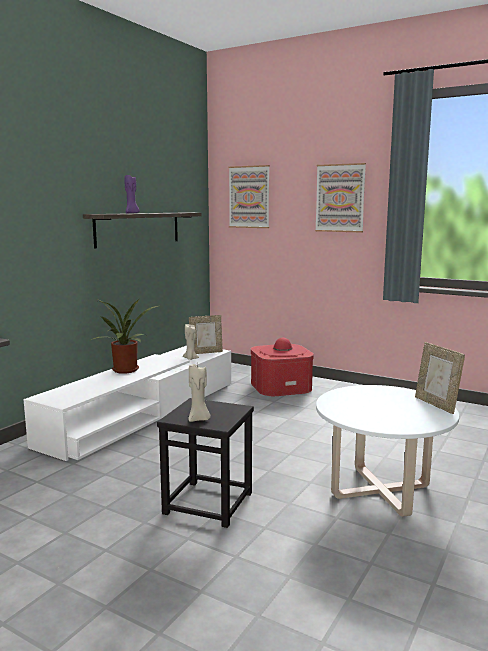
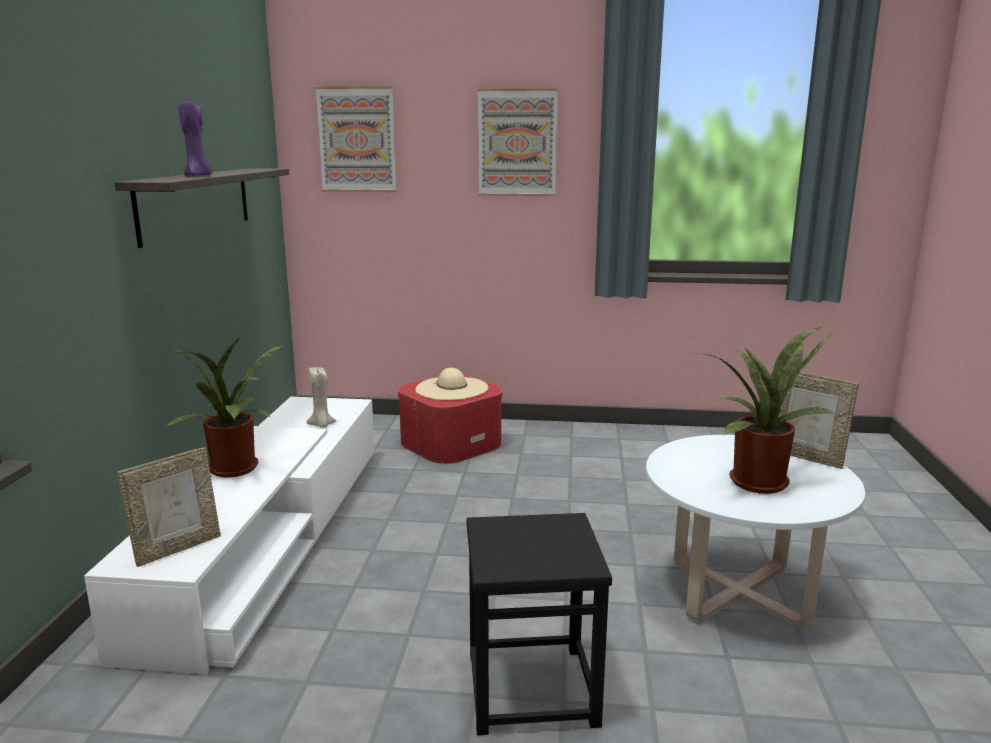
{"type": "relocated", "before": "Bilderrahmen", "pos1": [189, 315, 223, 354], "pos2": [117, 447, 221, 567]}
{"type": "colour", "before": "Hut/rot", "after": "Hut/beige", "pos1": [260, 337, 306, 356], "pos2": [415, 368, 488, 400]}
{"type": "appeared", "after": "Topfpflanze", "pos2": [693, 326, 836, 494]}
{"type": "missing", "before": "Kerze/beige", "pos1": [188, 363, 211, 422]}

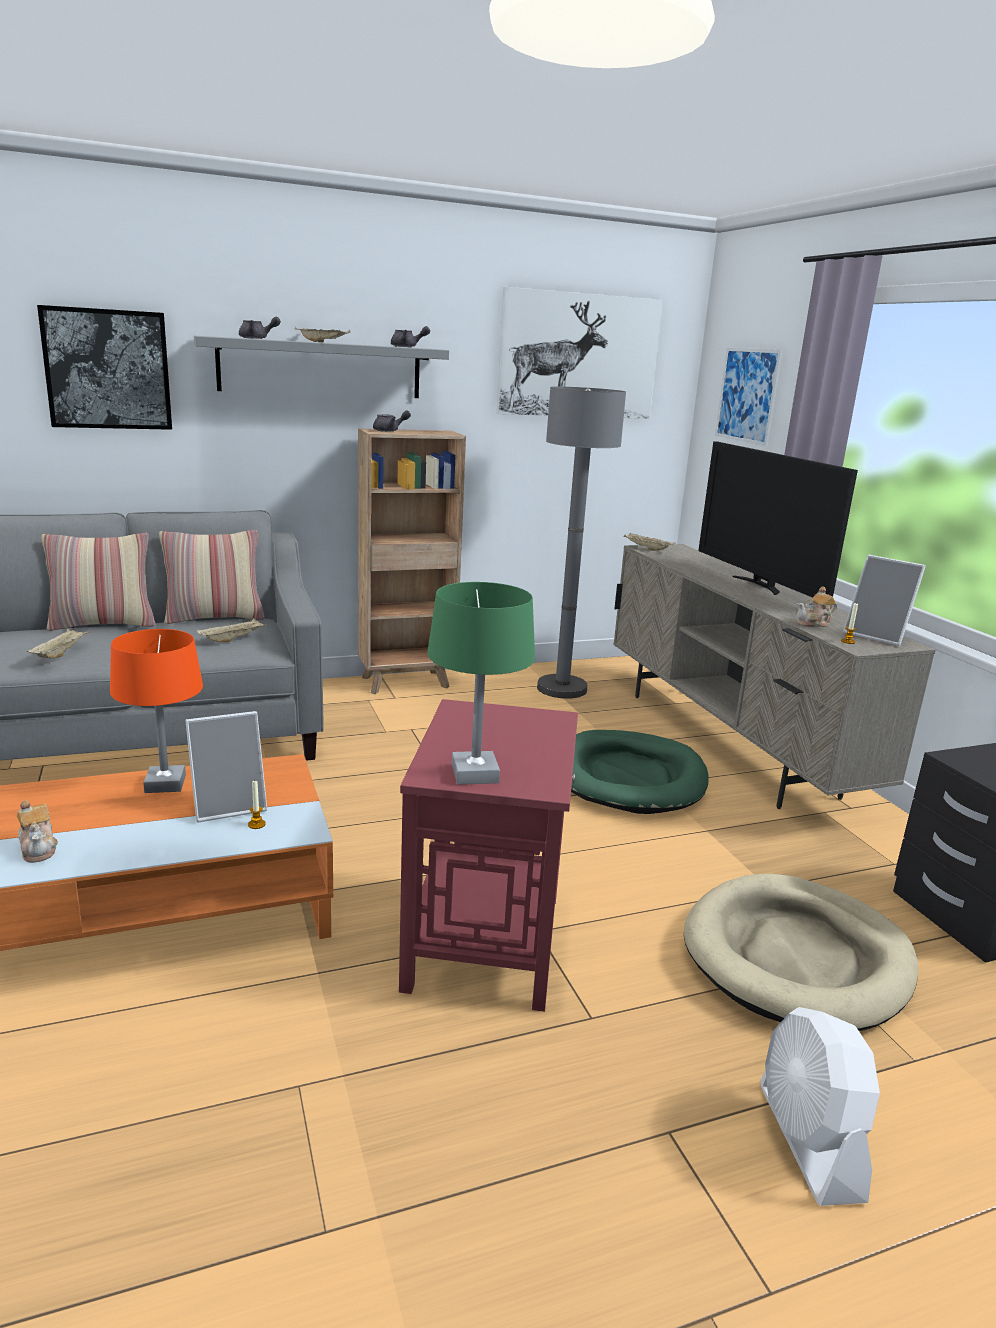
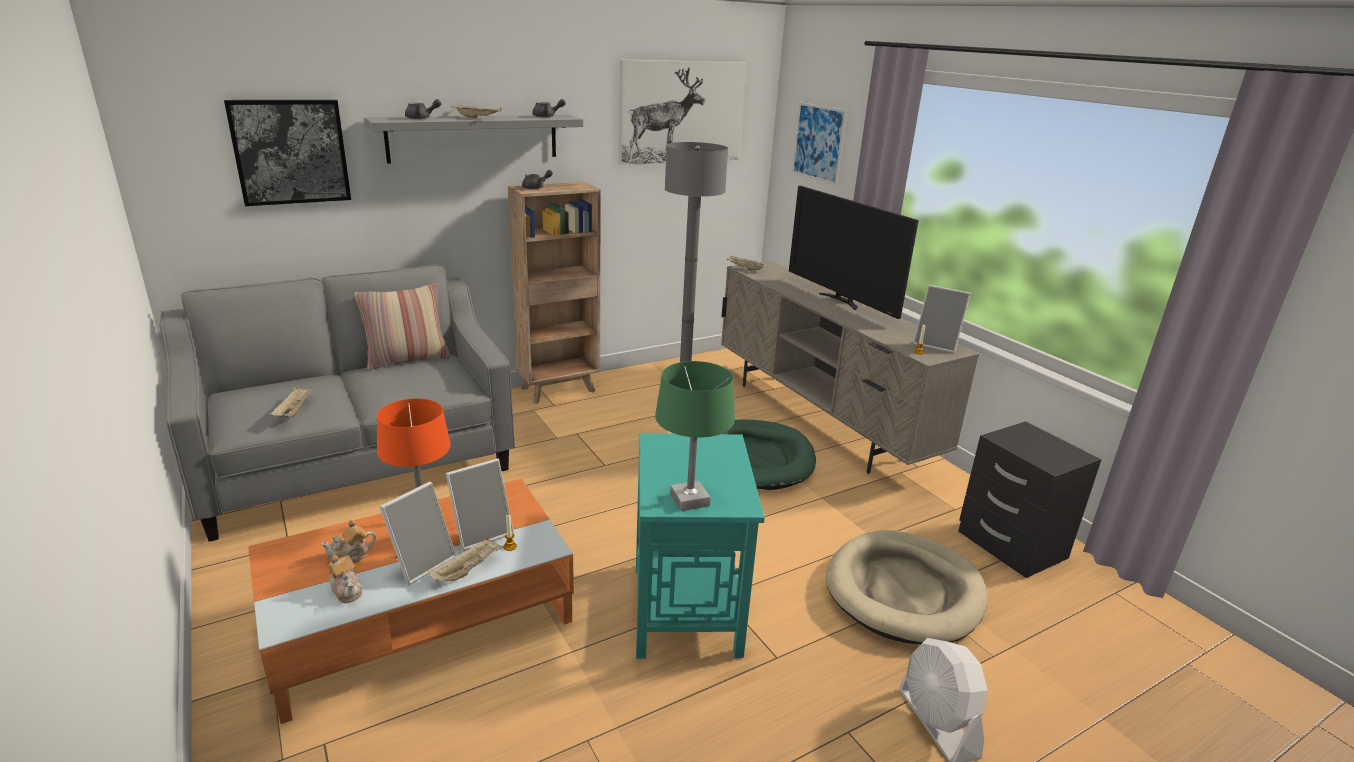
{"type": "relocated", "before": "Teekanne", "pos1": [797, 586, 838, 627], "pos2": [321, 520, 376, 563]}
{"type": "appeared", "after": "Bilderrahmen", "pos2": [380, 482, 456, 585]}
{"type": "relocated", "before": "Tablett/beige", "pos1": [196, 618, 267, 642], "pos2": [428, 537, 504, 583]}
{"type": "colour", "before": "Beistelltisch/rot", "after": "Beistelltisch/türkis", "pos1": [399, 699, 578, 1012], "pos2": [636, 433, 765, 658]}
{"type": "missing", "before": "Kissen", "pos1": [41, 533, 155, 631]}

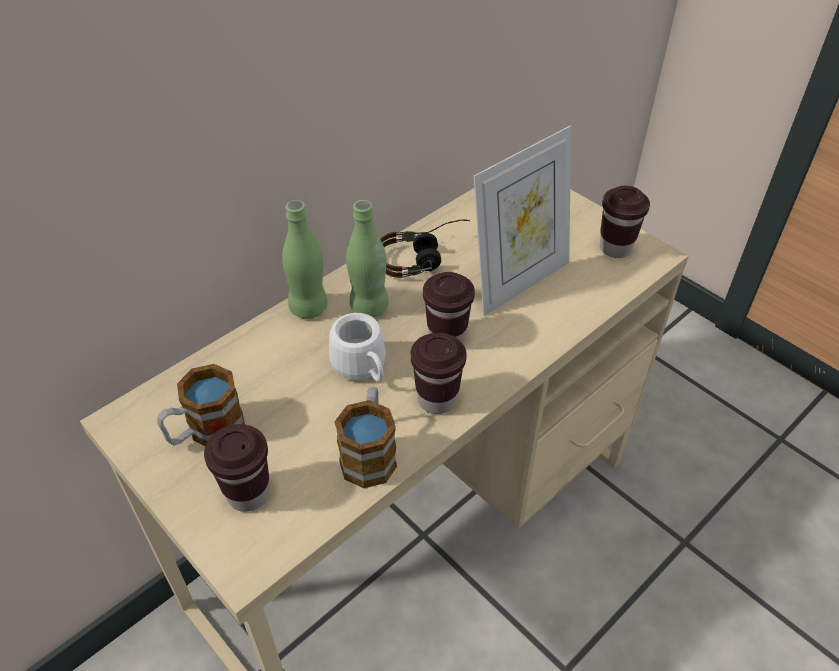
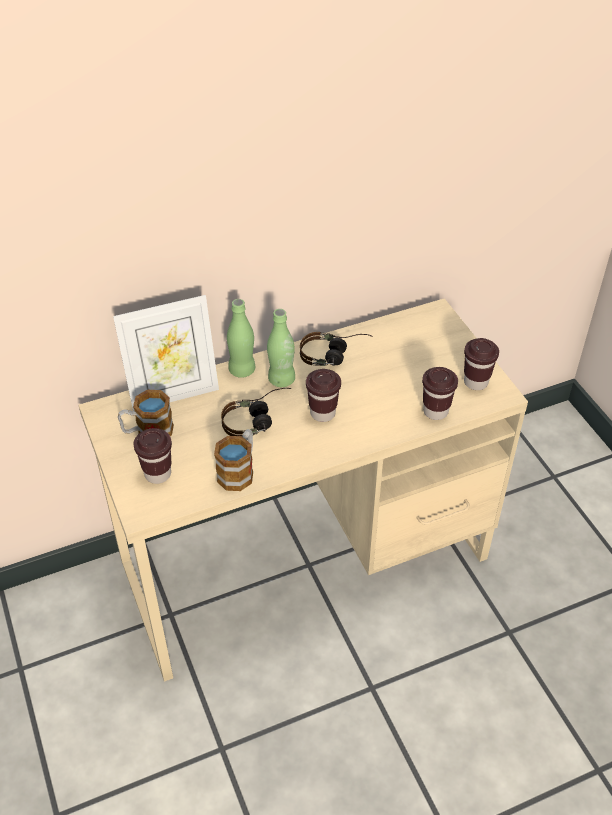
{"type": "relocated", "before": "Bilderrahmen", "pos1": [473, 126, 571, 316], "pos2": [113, 295, 219, 411]}
{"type": "exchanged", "before": "Henkelbecher/weiß", "after": "Kopfhörer", "pos1": [329, 313, 386, 382], "pos2": [221, 388, 292, 436]}
{"type": "relocated", "before": "Tasse/braun", "pos1": [410, 333, 467, 414], "pos2": [422, 367, 458, 420]}

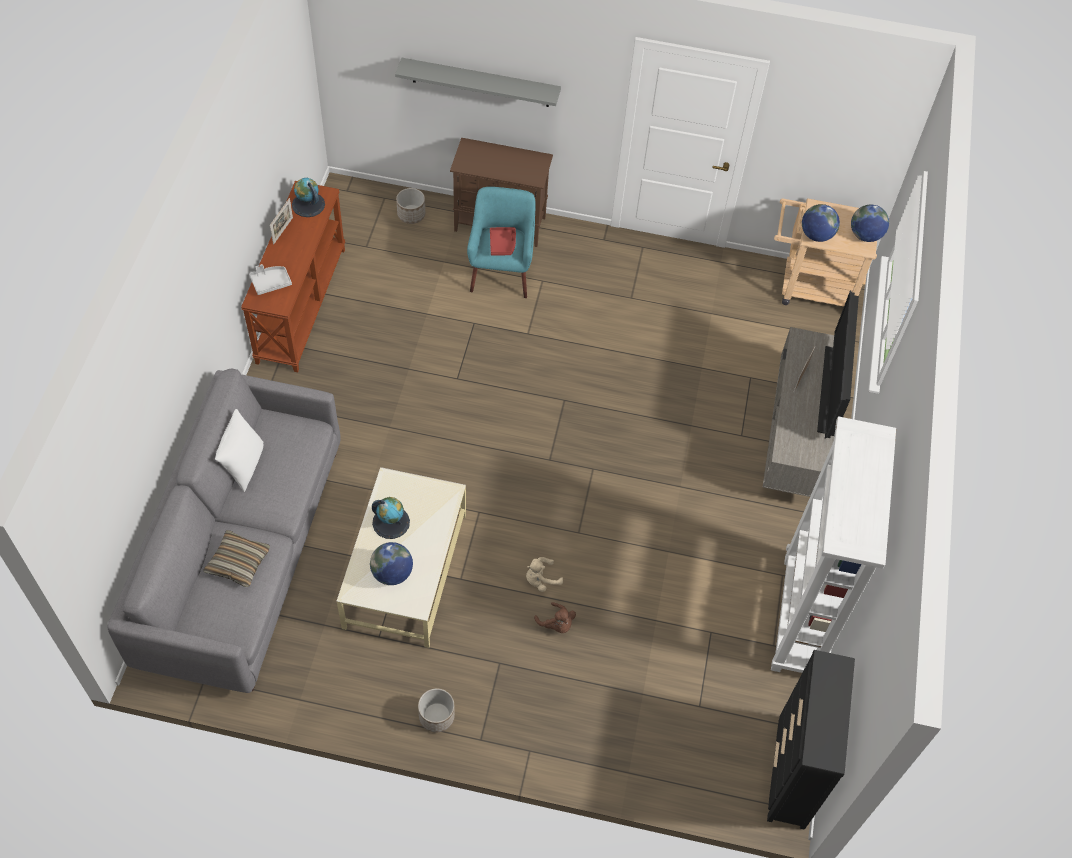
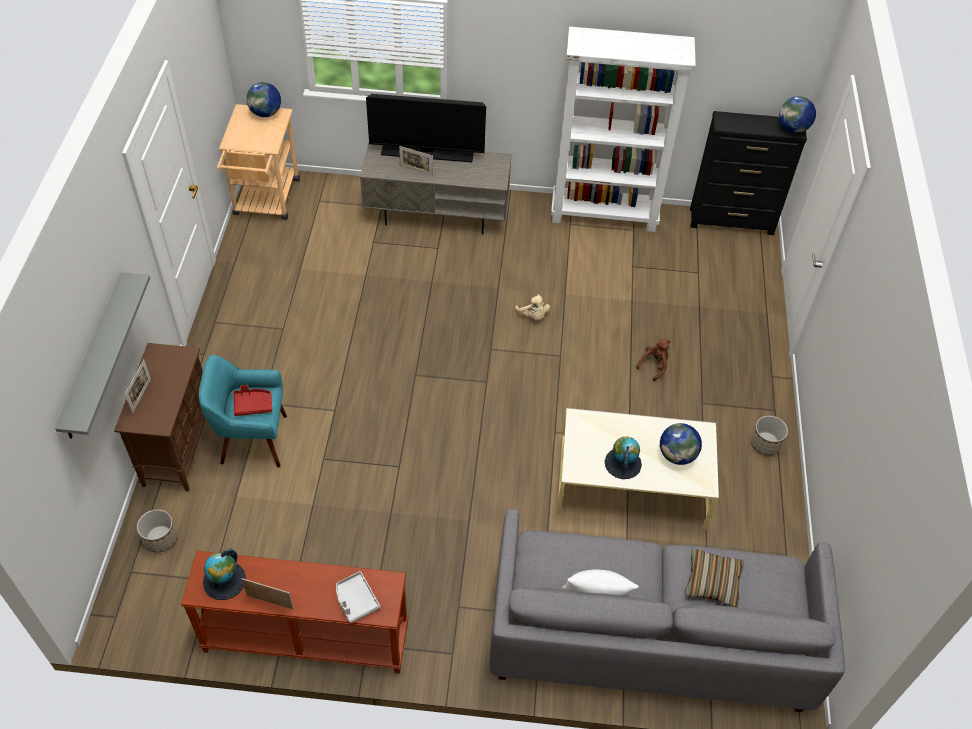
{"type": "appeared", "after": "Bilderrahmen", "pos2": [125, 359, 151, 414]}
{"type": "relocated", "before": "Plüschtier/beige", "pos1": [526, 557, 563, 592], "pos2": [515, 294, 550, 320]}
{"type": "relocated", "before": "Globus", "pos1": [802, 204, 840, 242], "pos2": [779, 96, 816, 133]}

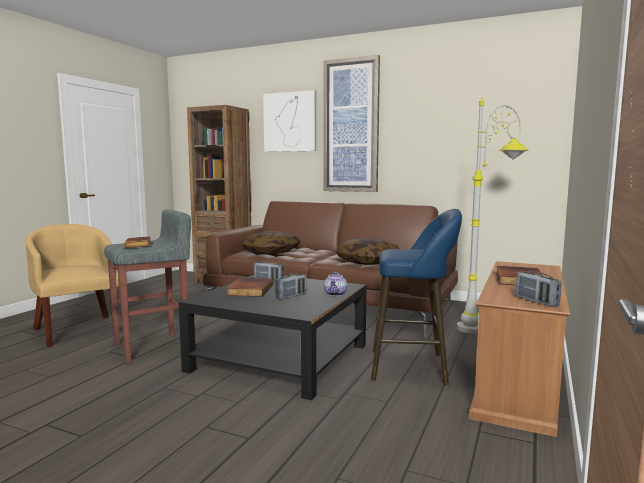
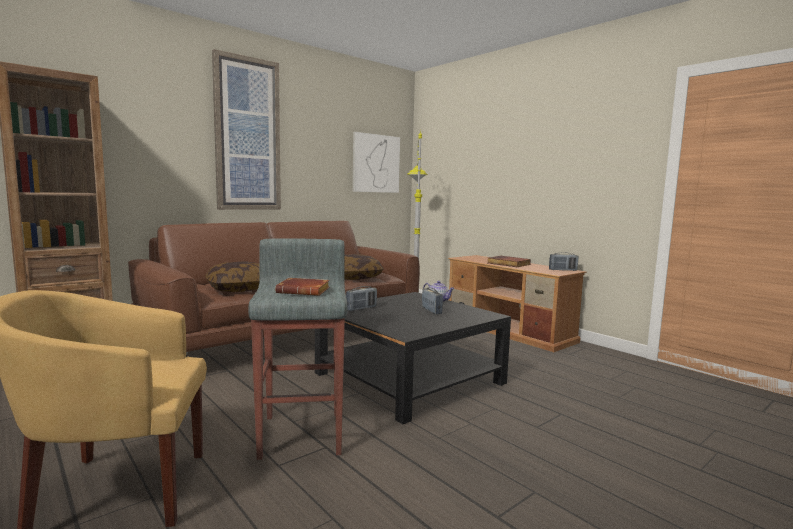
{"type": "relocated", "before": "Bild", "pos1": [263, 90, 316, 152], "pos2": [353, 132, 400, 193]}
{"type": "missing", "before": "Buch", "pos1": [226, 278, 273, 297]}
{"type": "missing", "before": "Hocker/blau", "pos1": [371, 209, 462, 385]}

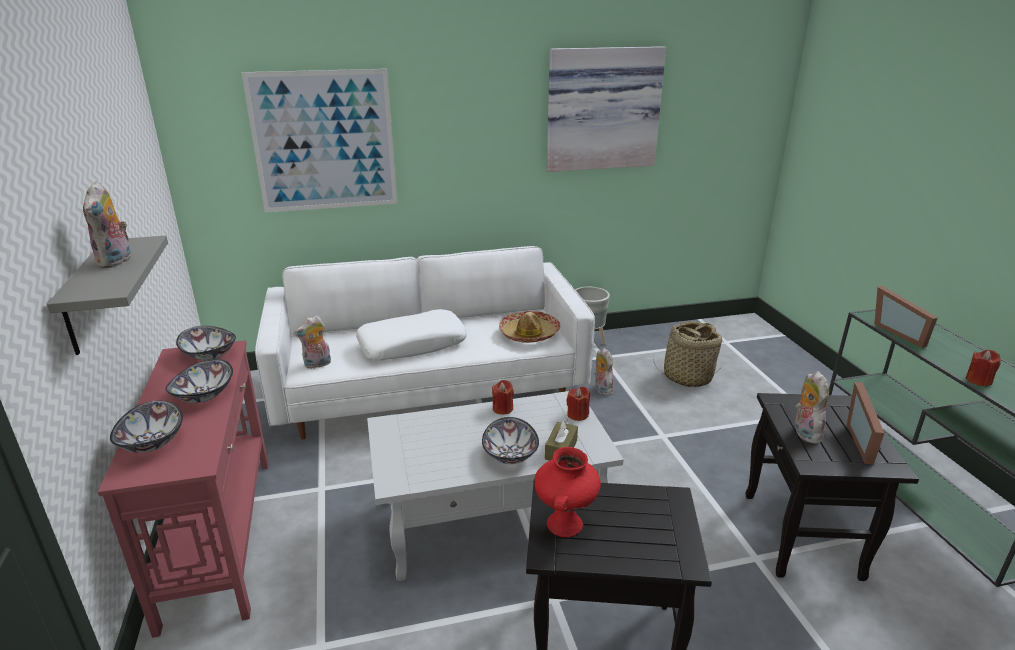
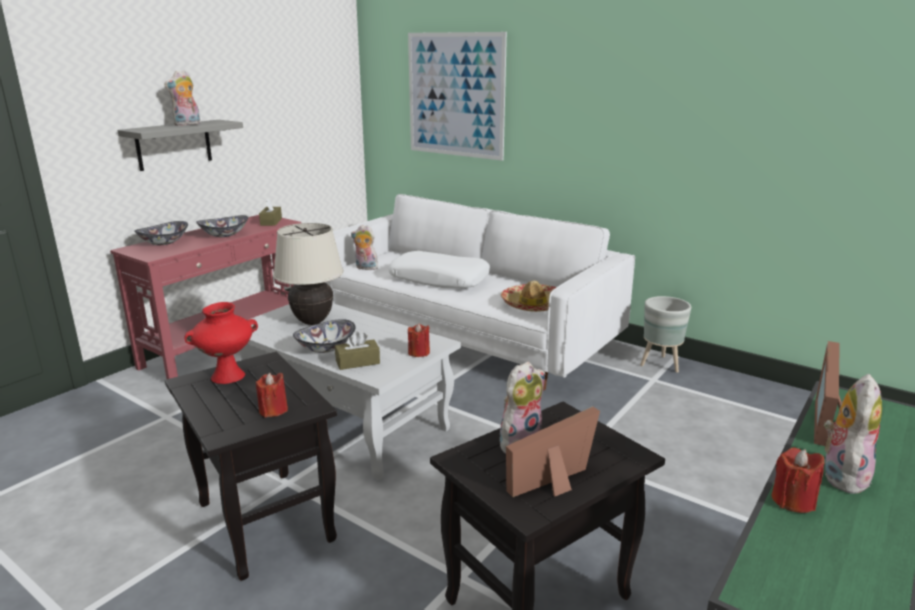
{"type": "relocated", "before": "Kerze/rot", "pos1": [492, 380, 514, 415], "pos2": [256, 373, 288, 417]}
{"type": "exchanged", "before": "Schüssel", "after": "Taschentuchbox/braun", "pos1": [176, 326, 236, 360], "pos2": [259, 198, 282, 226]}
{"type": "appeared", "after": "Tischlampe/beige", "pos2": [273, 223, 344, 325]}
{"type": "relocated", "before": "Plüschtier", "pos1": [594, 348, 614, 396], "pos2": [824, 374, 882, 494]}
{"type": "missing", "before": "Bild", "pos1": [547, 46, 666, 172]}
{"type": "missing", "before": "Korb", "pos1": [653, 321, 724, 387]}

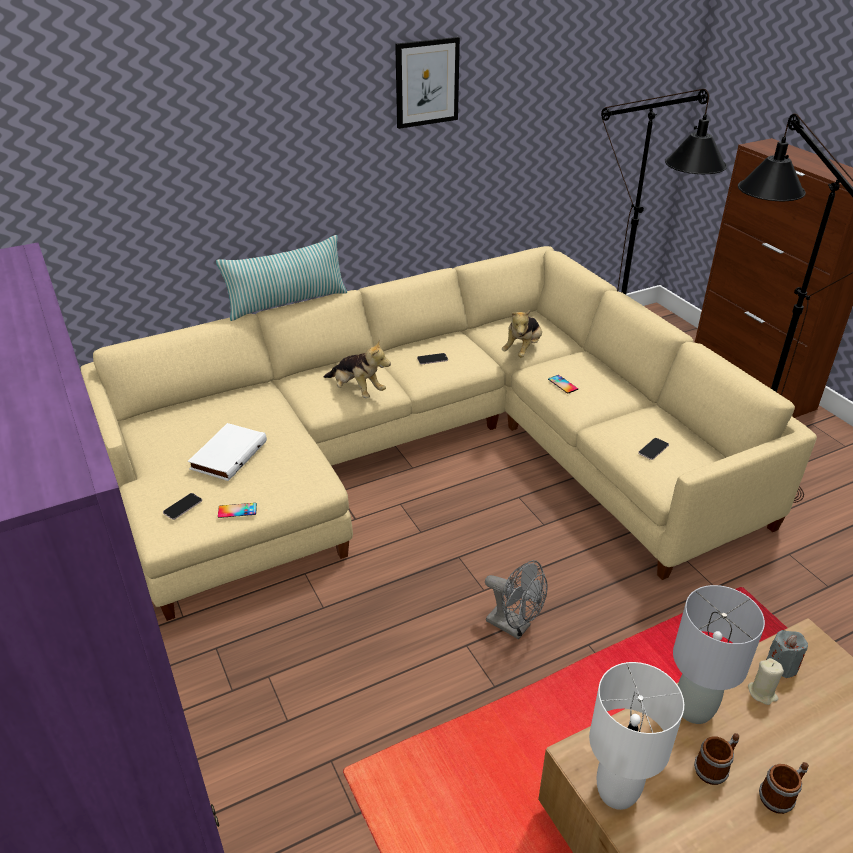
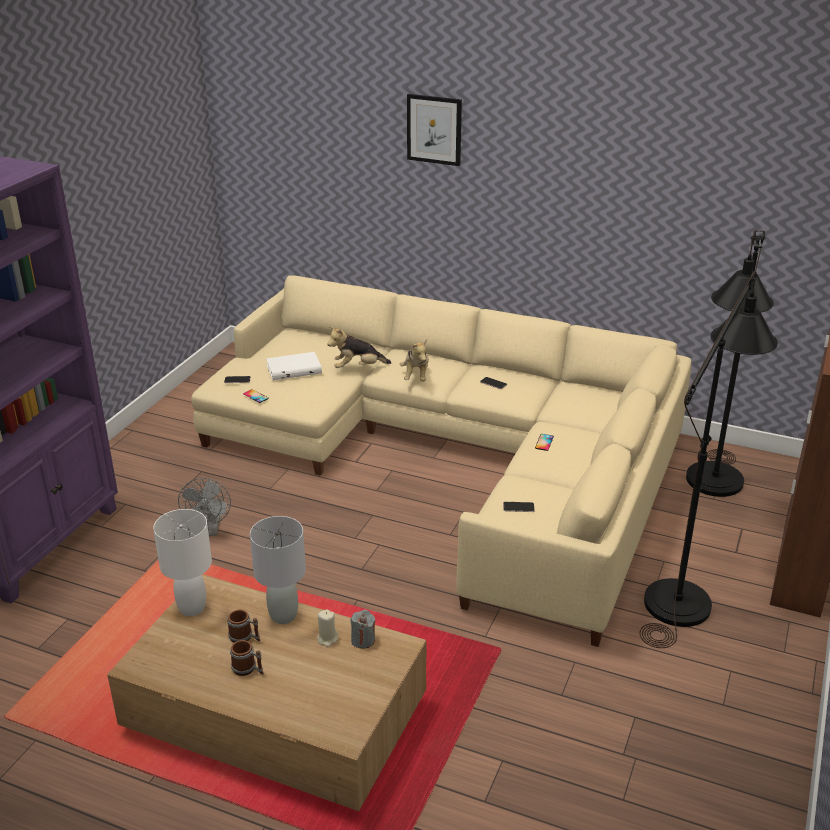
{"type": "relocated", "before": "Ventilator/grau", "pos1": [485, 560, 548, 640], "pos2": [178, 478, 231, 536]}
{"type": "relocated", "before": "Plüschtier", "pos1": [502, 310, 542, 357], "pos2": [327, 326, 391, 368]}
{"type": "relocated", "before": "Bild", "pos1": [395, 37, 460, 129], "pos2": [407, 94, 462, 166]}
{"type": "missing", "before": "Kissen", "pos1": [216, 235, 347, 321]}

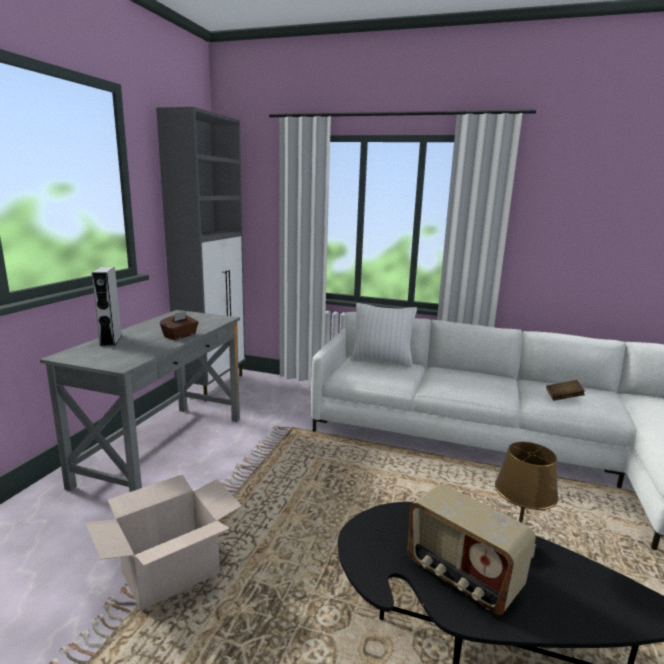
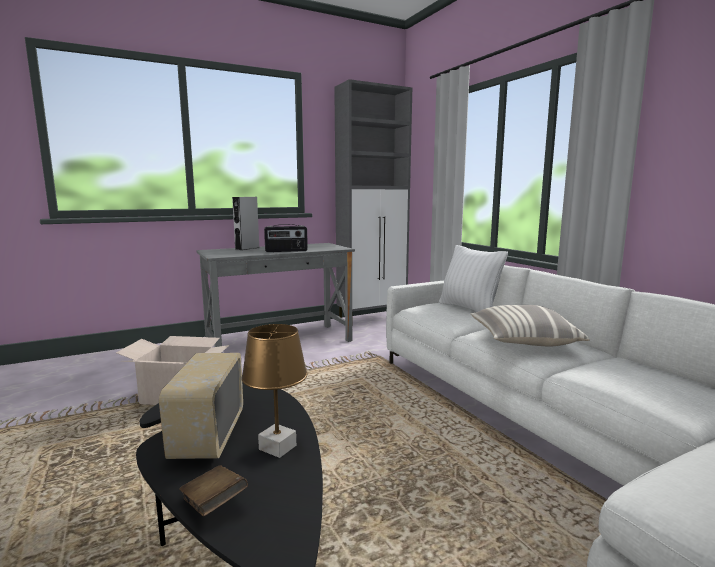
{"type": "relocated", "before": "Buch/braun", "pos1": [546, 380, 585, 401], "pos2": [179, 466, 248, 517]}
{"type": "exchanged", "before": "Taschentuchbox/braun", "after": "Radio", "pos1": [160, 311, 199, 340], "pos2": [264, 224, 308, 252]}
{"type": "appeared", "after": "Kissen", "pos2": [471, 305, 590, 347]}

